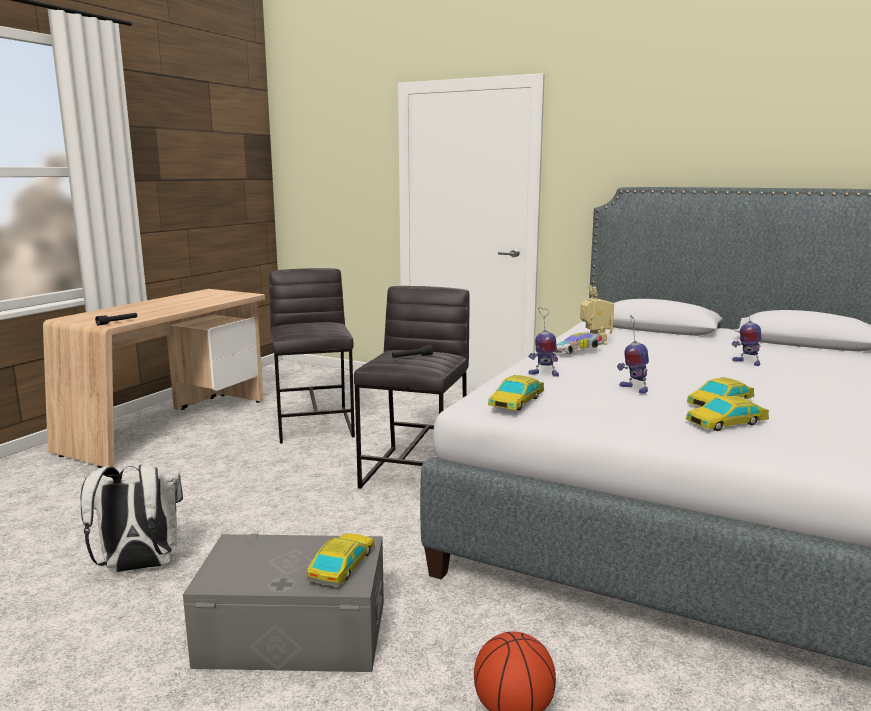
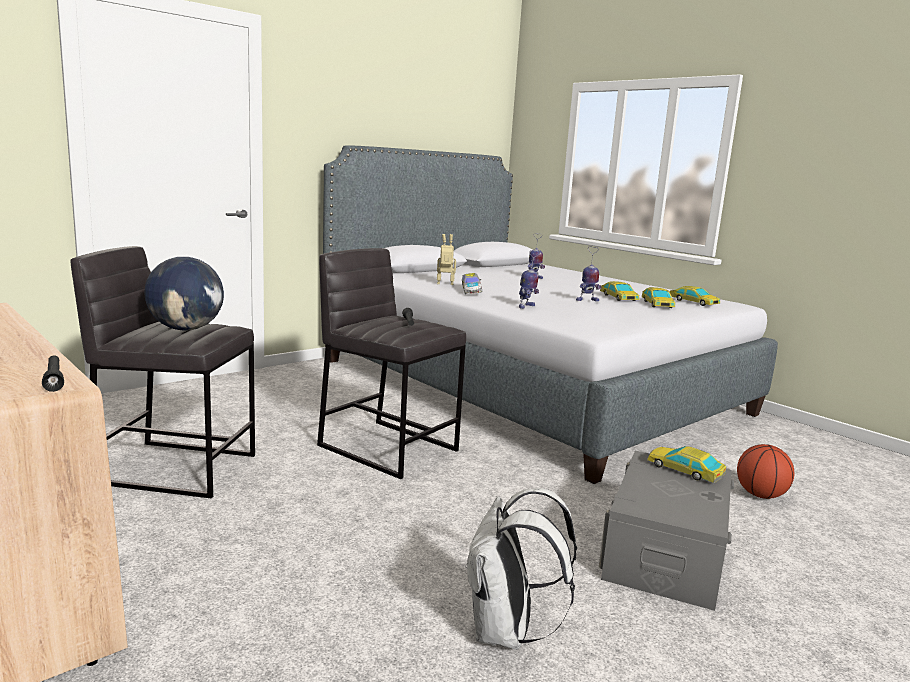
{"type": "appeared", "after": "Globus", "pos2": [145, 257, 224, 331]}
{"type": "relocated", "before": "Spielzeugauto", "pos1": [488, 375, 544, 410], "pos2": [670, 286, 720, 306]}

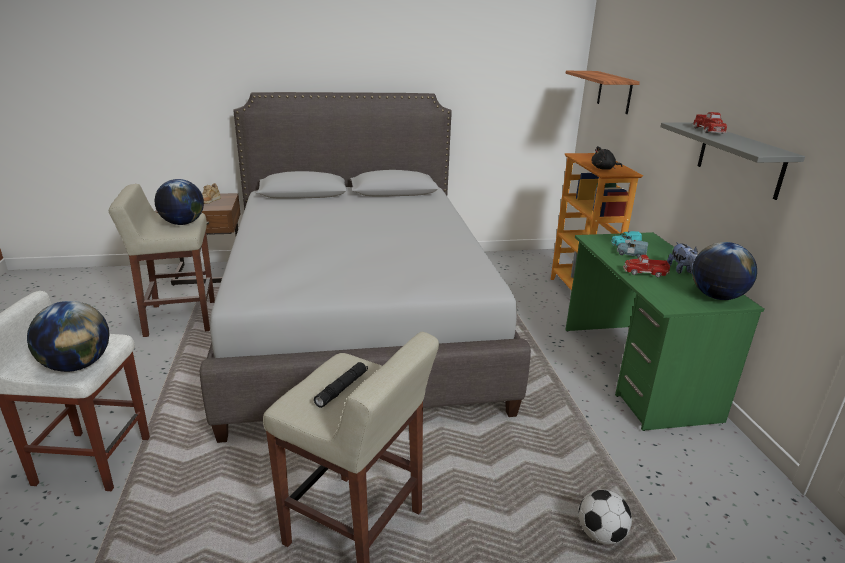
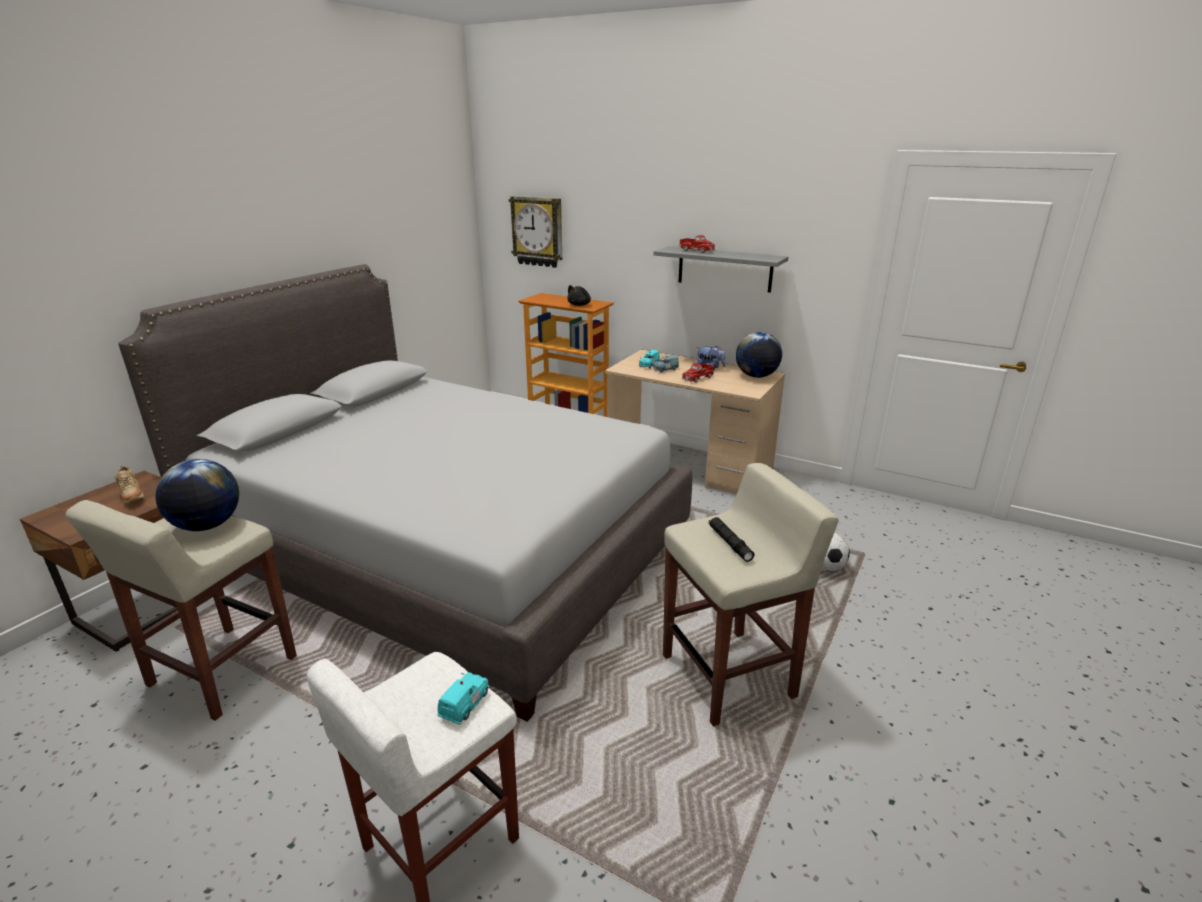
{"type": "exchanged", "before": "Globus", "after": "Spielzeugauto/türkis", "pos1": [27, 301, 110, 372], "pos2": [437, 672, 489, 725]}
{"type": "exchanged", "before": "Wandregal", "after": "Wanduhr", "pos1": [566, 71, 640, 114], "pos2": [509, 196, 562, 268]}
{"type": "colour", "before": "Schreibtisch/grün", "after": "Schreibtisch/beige", "pos1": [566, 232, 764, 431], "pos2": [605, 349, 785, 494]}

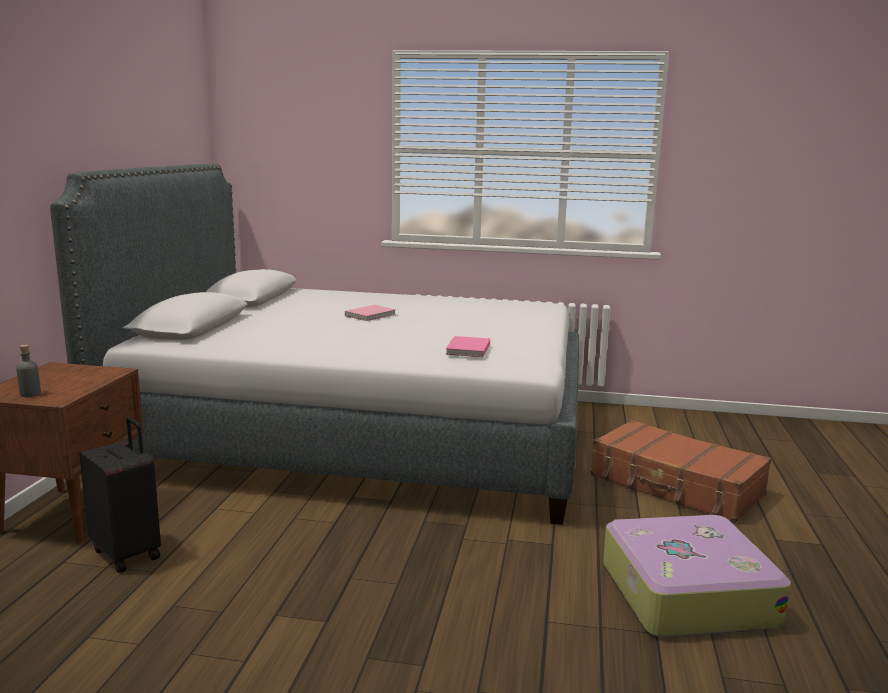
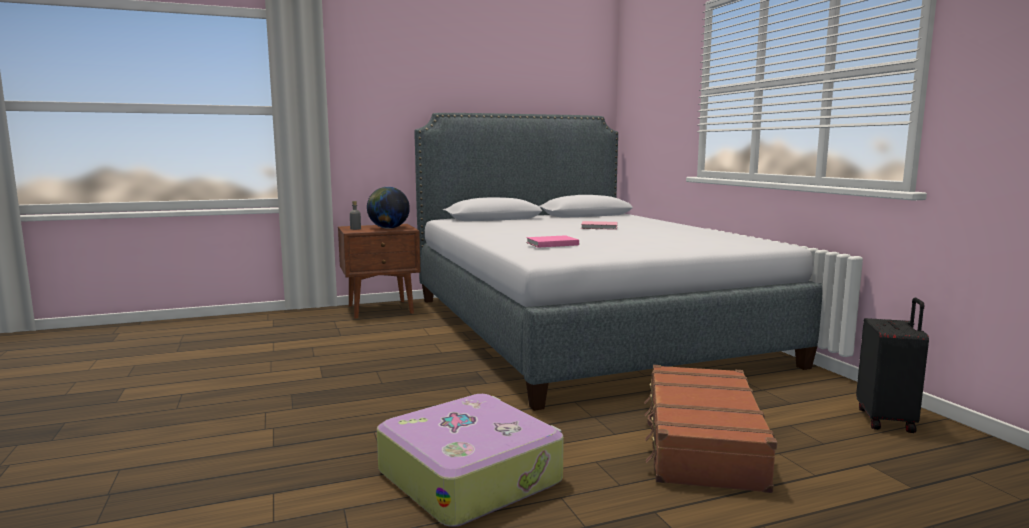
{"type": "appeared", "after": "Globus", "pos2": [367, 187, 410, 229]}
{"type": "relocated", "before": "Koffer/schwarz", "pos1": [79, 417, 161, 573], "pos2": [856, 298, 929, 433]}

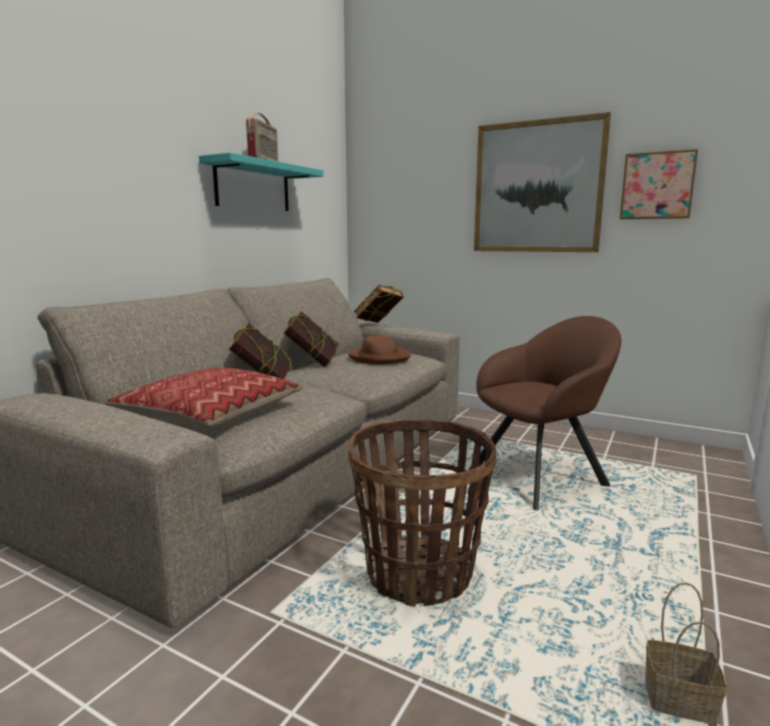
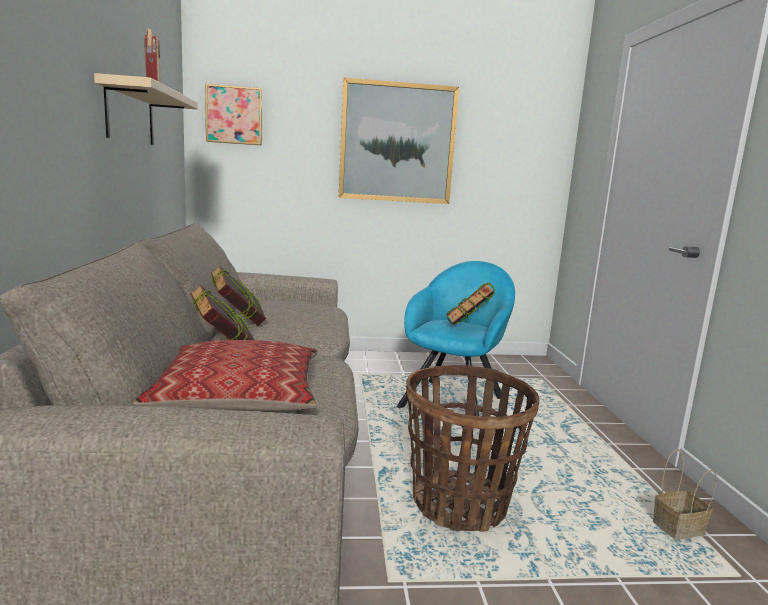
{"type": "colour", "before": "Wandregal/türkis", "after": "Wandregal/beige", "pos1": [199, 152, 323, 211], "pos2": [94, 73, 198, 145]}
{"type": "relocated", "before": "Bild", "pos1": [620, 149, 698, 219], "pos2": [205, 84, 262, 145]}
{"type": "colour", "before": "Sessel/braun", "after": "Sessel/türkis", "pos1": [468, 316, 621, 510], "pos2": [397, 261, 515, 416]}
{"type": "relocated", "before": "Buch", "pos1": [354, 285, 404, 323], "pos2": [446, 282, 495, 324]}
{"type": "missing", "before": "Hut/braun", "pos1": [348, 335, 411, 364]}

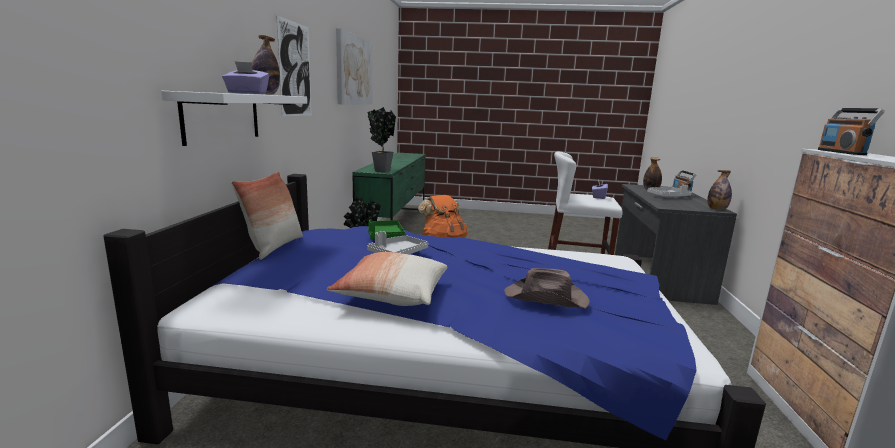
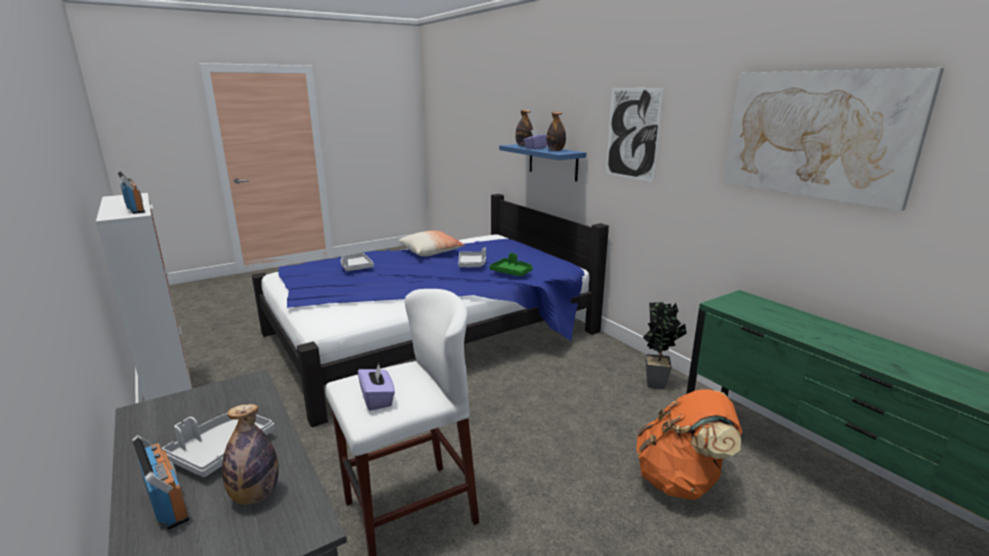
{"type": "exchanged", "before": "Hut/braun", "after": "Tablett/grau", "pos1": [504, 268, 590, 309], "pos2": [341, 253, 374, 271]}
{"type": "colour", "before": "Wandregal/weiß", "after": "Wandregal/blau", "pos1": [162, 91, 307, 146], "pos2": [499, 144, 586, 182]}
{"type": "relocated", "before": "Flasche", "pos1": [707, 170, 732, 210], "pos2": [515, 110, 533, 146]}
{"type": "missing", "before": "Kissen", "pos1": [231, 171, 303, 260]}
{"type": "missing", "before": "Topfpflanze", "pos1": [367, 107, 396, 172]}

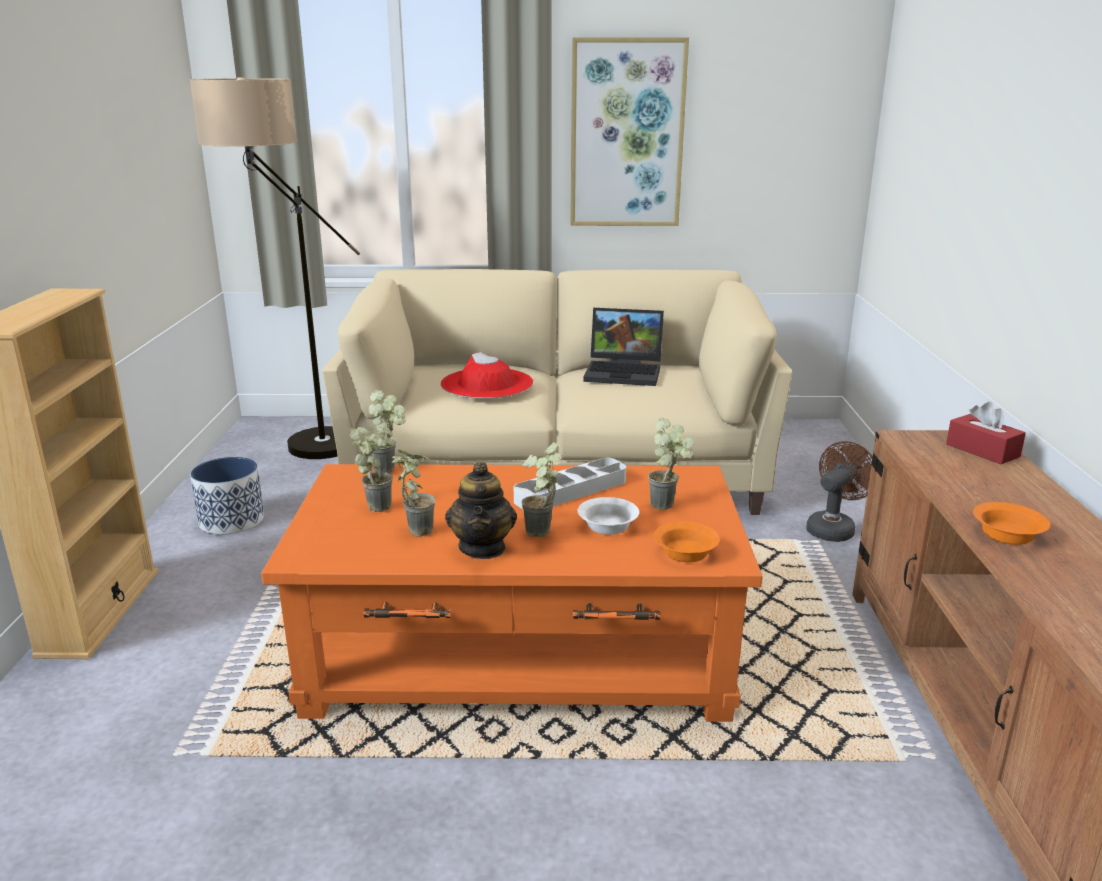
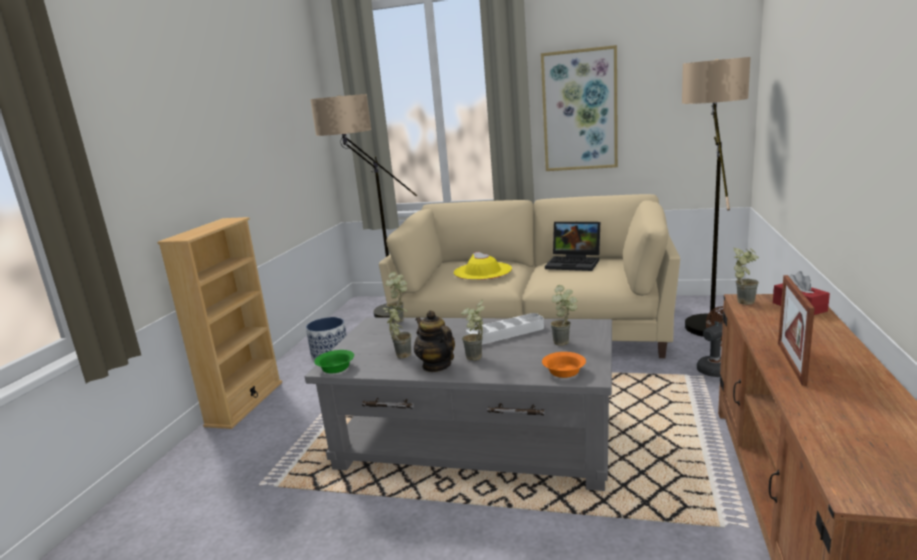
{"type": "colour", "before": "Couchtisch/orange", "after": "Couchtisch/grau", "pos1": [261, 464, 763, 722], "pos2": [305, 317, 612, 491]}
{"type": "appeared", "after": "Schüssel/grün", "pos2": [314, 350, 354, 373]}
{"type": "spun", "before": "Teekanne", "pos1": [445, 462, 517, 559], "pos2": [414, 310, 455, 372], "turn": 135}
{"type": "colour", "before": "Hut/rot", "after": "Hut/gelb", "pos1": [440, 352, 533, 399], "pos2": [454, 252, 512, 280]}
{"type": "appeared", "after": "Stehlampe", "pos2": [682, 57, 751, 337]}
{"type": "relocated", "before": "Topfpflanze", "pos1": [349, 427, 394, 512], "pos2": [733, 247, 759, 305]}
{"type": "exchanged", "before": "Schüssel/orange", "after": "Bilderrahmen", "pos1": [973, 502, 1050, 545], "pos2": [778, 275, 815, 386]}
{"type": "missing", "before": "Schüssel/weiß", "pos1": [578, 497, 639, 535]}

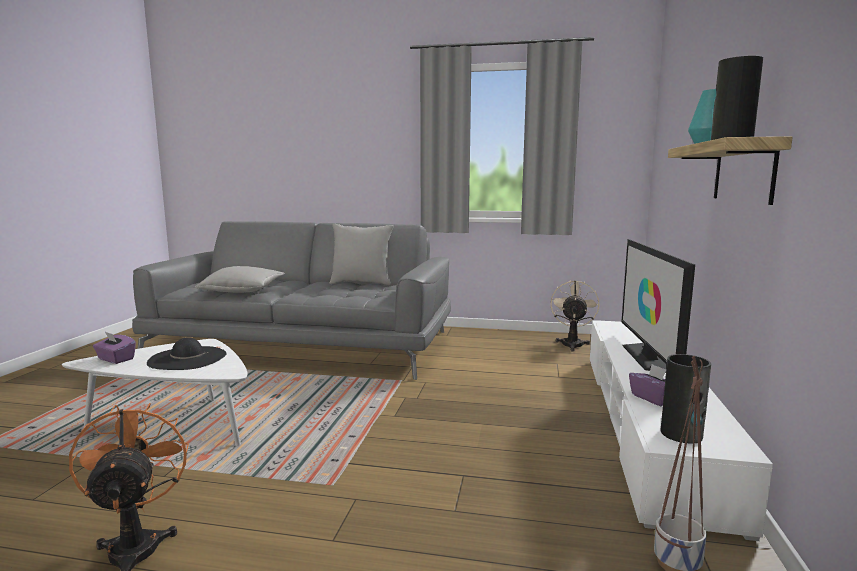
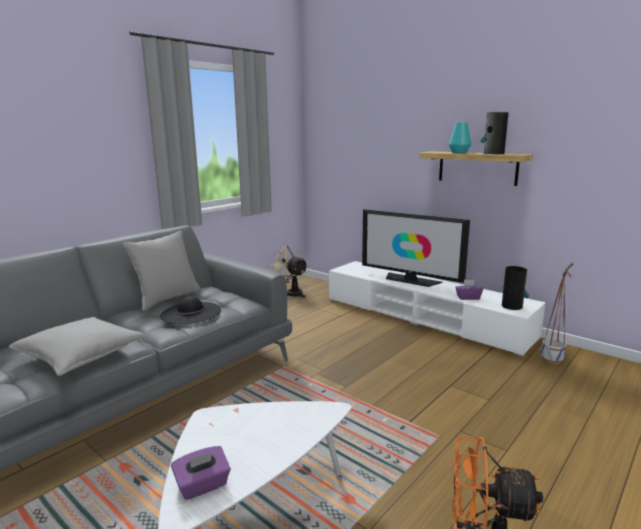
{"type": "relocated", "before": "Hut/schwarz", "pos1": [147, 337, 227, 370], "pos2": [160, 296, 221, 325]}

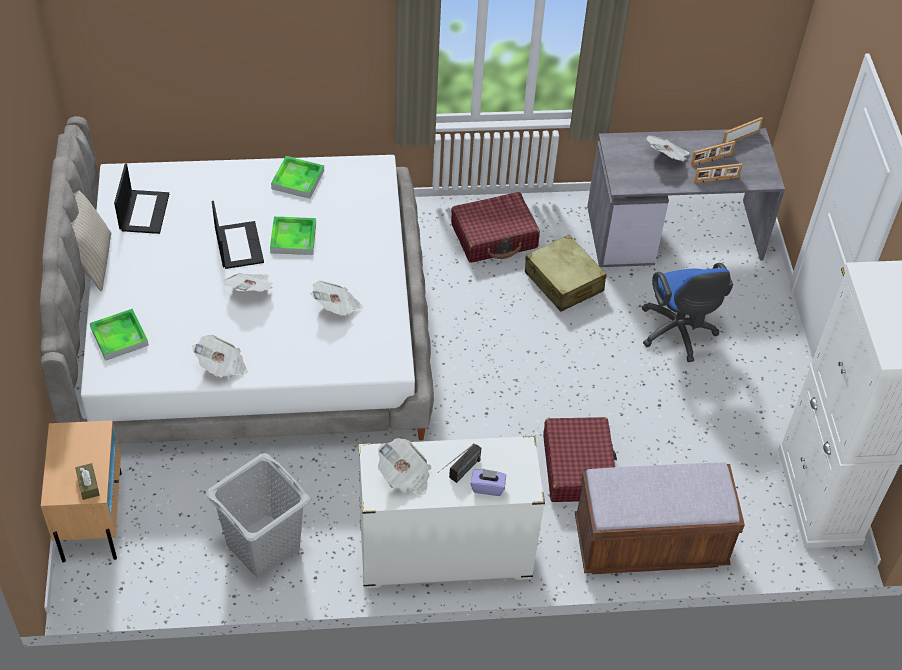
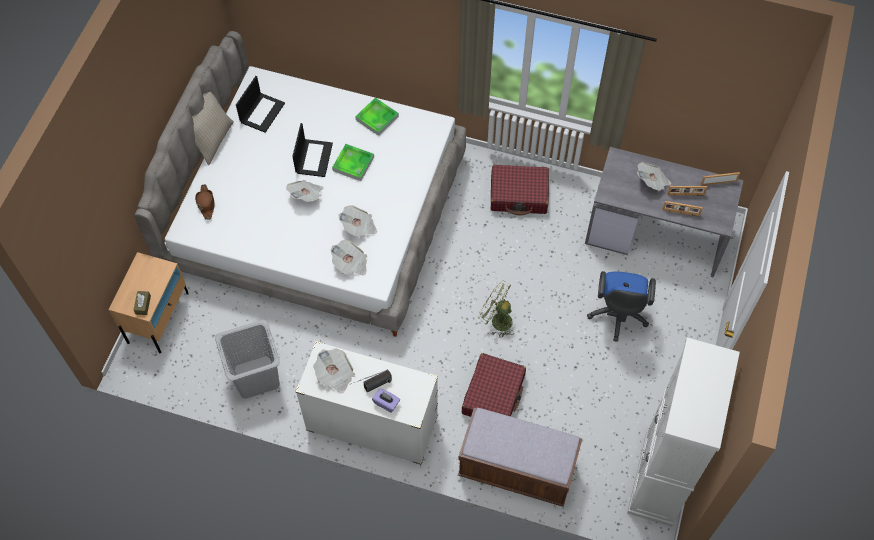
{"type": "exchanged", "before": "Tablett", "after": "Hut/braun", "pos1": [90, 308, 149, 361], "pos2": [195, 185, 215, 220]}
{"type": "relocated", "before": "Zeitung", "pos1": [192, 335, 248, 378], "pos2": [331, 240, 367, 276]}
{"type": "appeared", "after": "Ventilator/grün", "pos2": [478, 281, 514, 338]}
{"type": "missing", "before": "Koffer/beige", "pos1": [525, 235, 607, 312]}

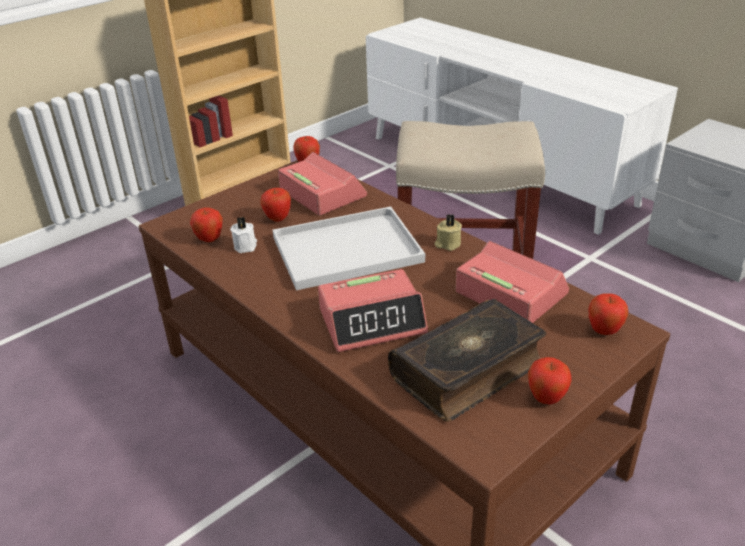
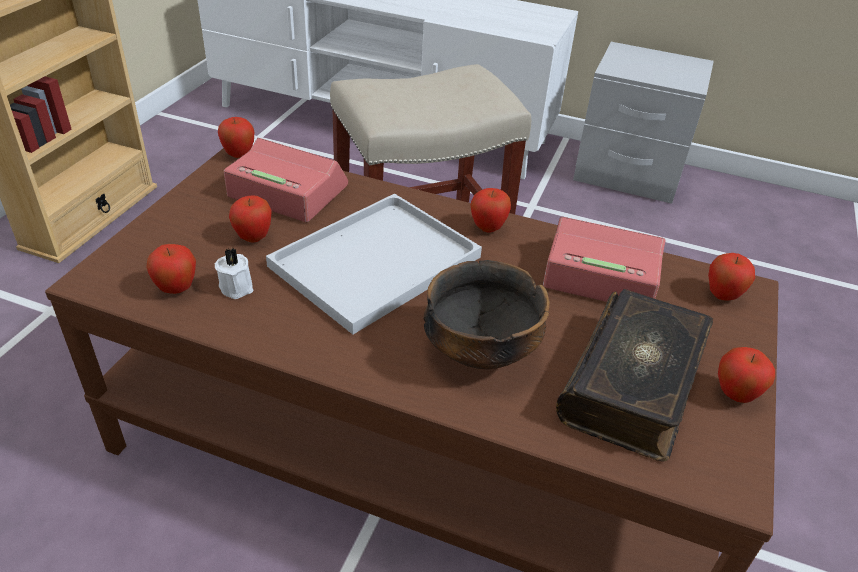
{"type": "exchanged", "before": "Wecker", "after": "Schüssel", "pos1": [318, 269, 428, 352], "pos2": [423, 260, 550, 369]}
{"type": "exchanged", "before": "Kerze/beige", "after": "Apfel", "pos1": [435, 214, 462, 251], "pos2": [470, 188, 511, 233]}

